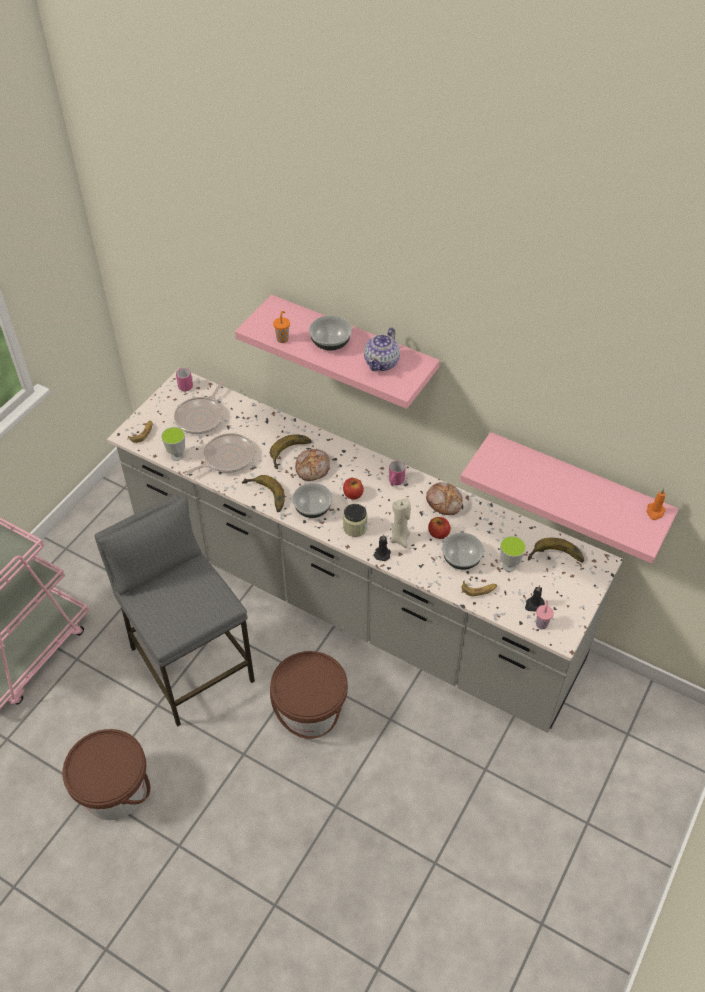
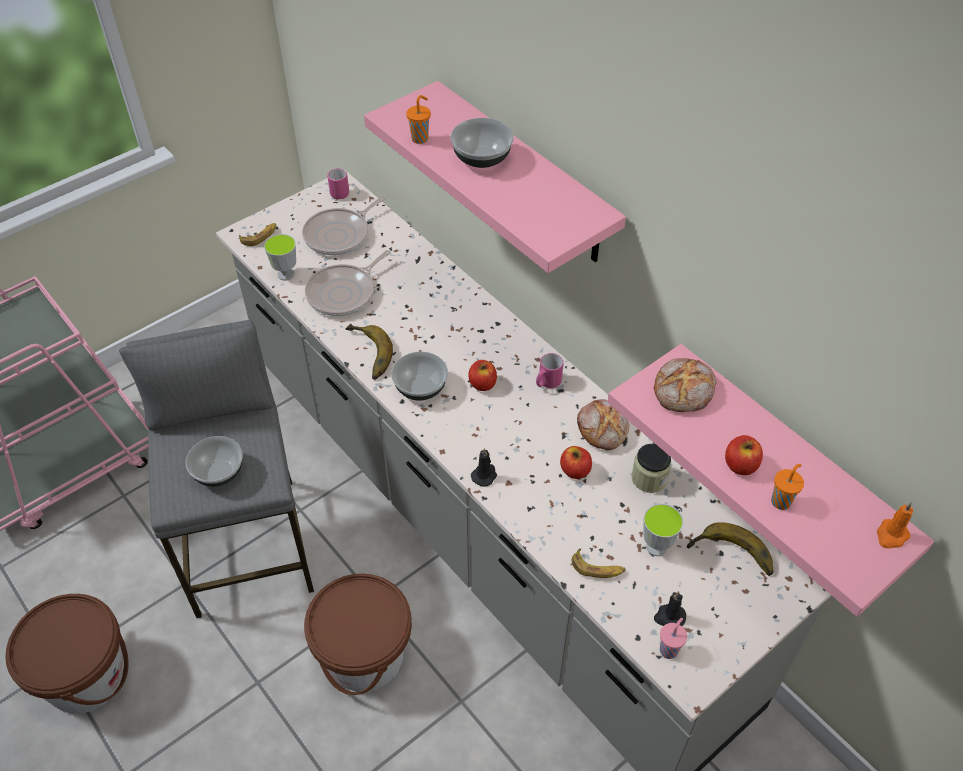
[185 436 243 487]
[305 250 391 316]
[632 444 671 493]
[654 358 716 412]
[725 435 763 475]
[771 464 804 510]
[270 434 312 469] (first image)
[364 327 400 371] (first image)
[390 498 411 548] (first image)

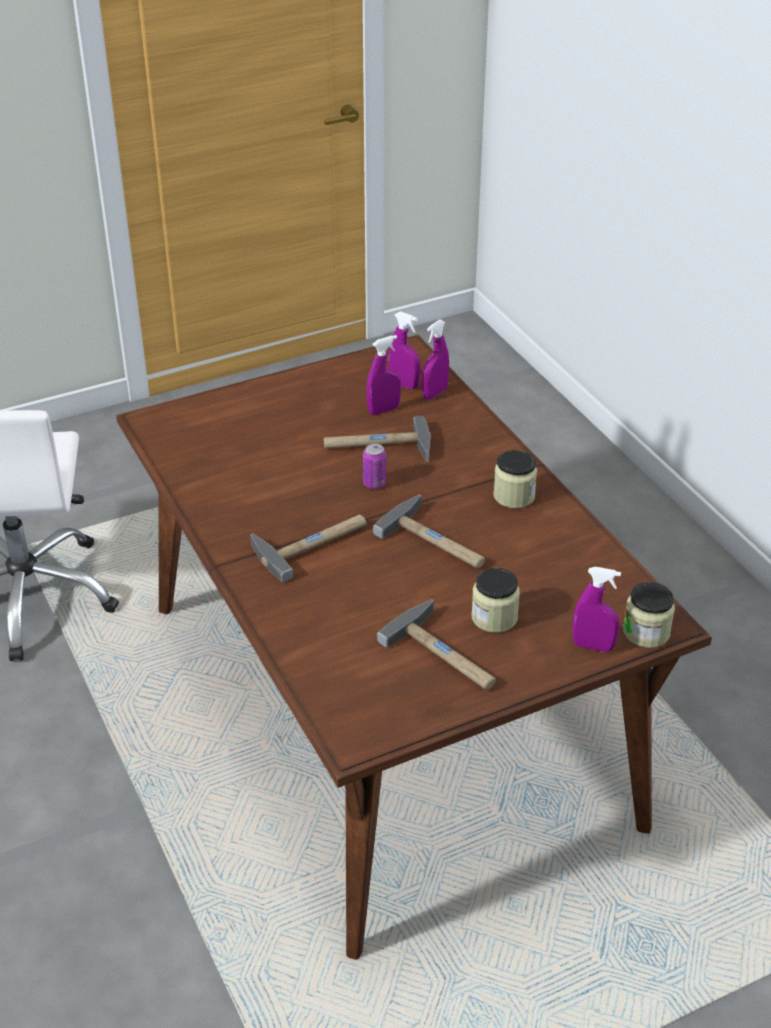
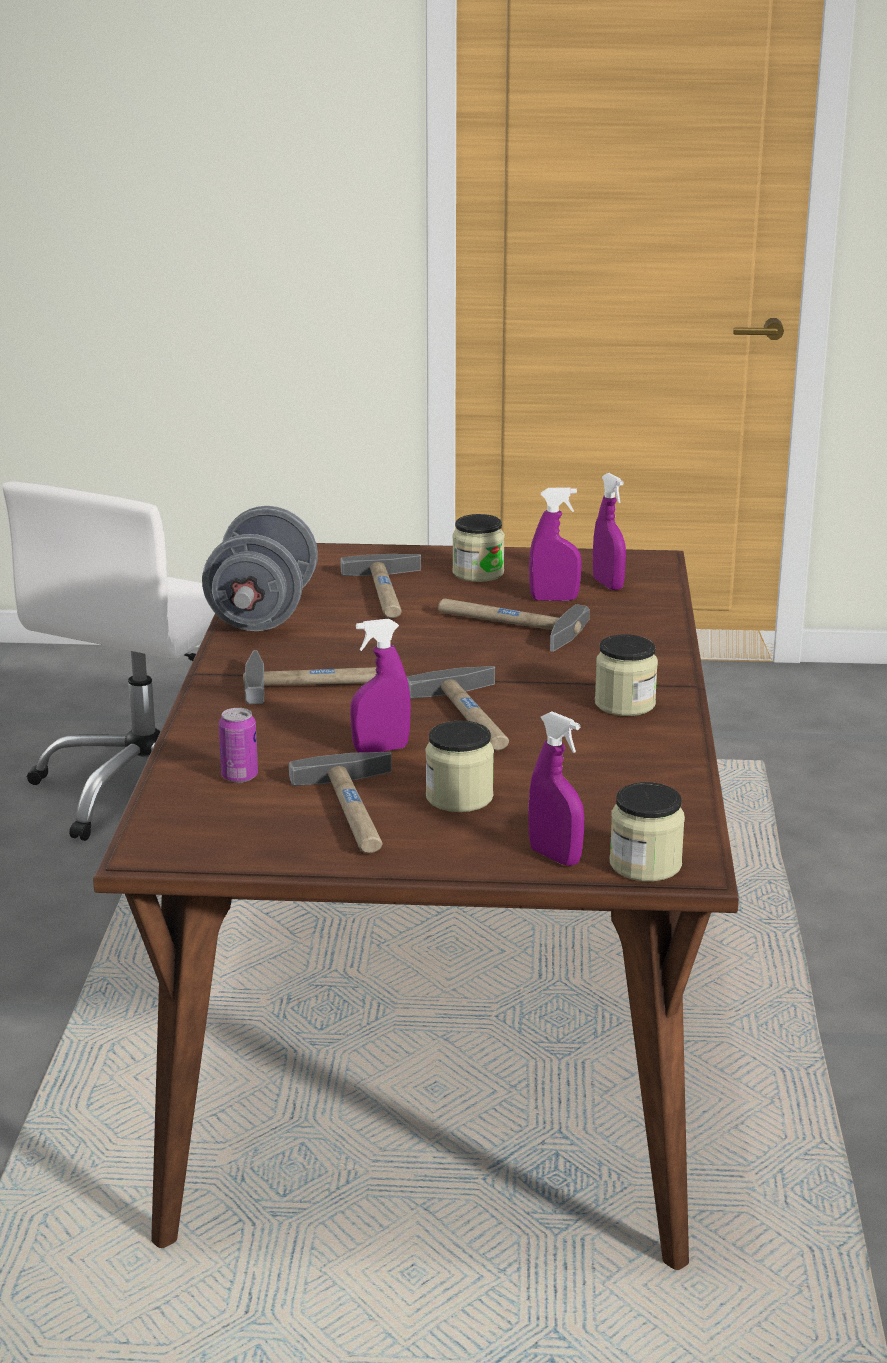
[202 506 318 631]
[219 708 258 783]
[340 554 421 618]
[350 619 411 753]
[452 514 505 582]

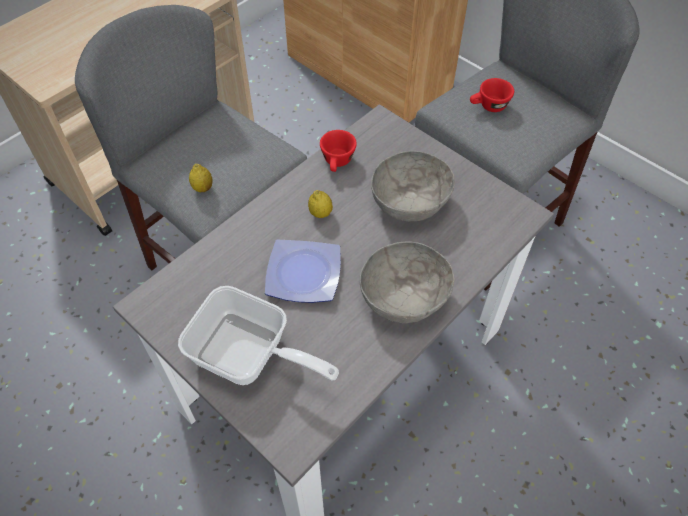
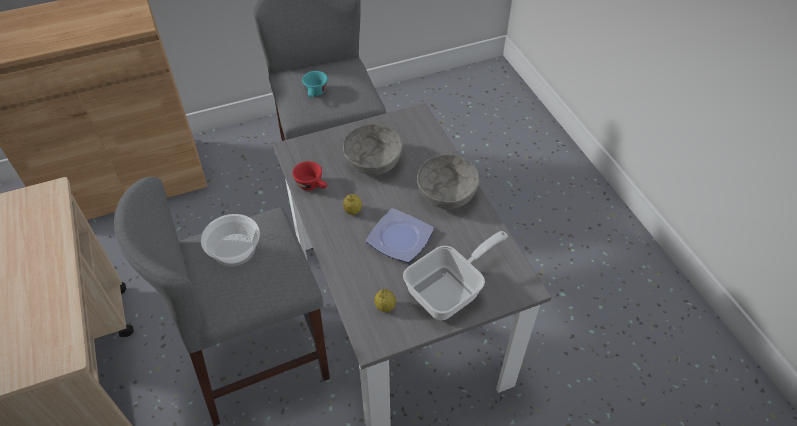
[201 214 260 266]
[302 71 328 98]
[374 289 396 312]

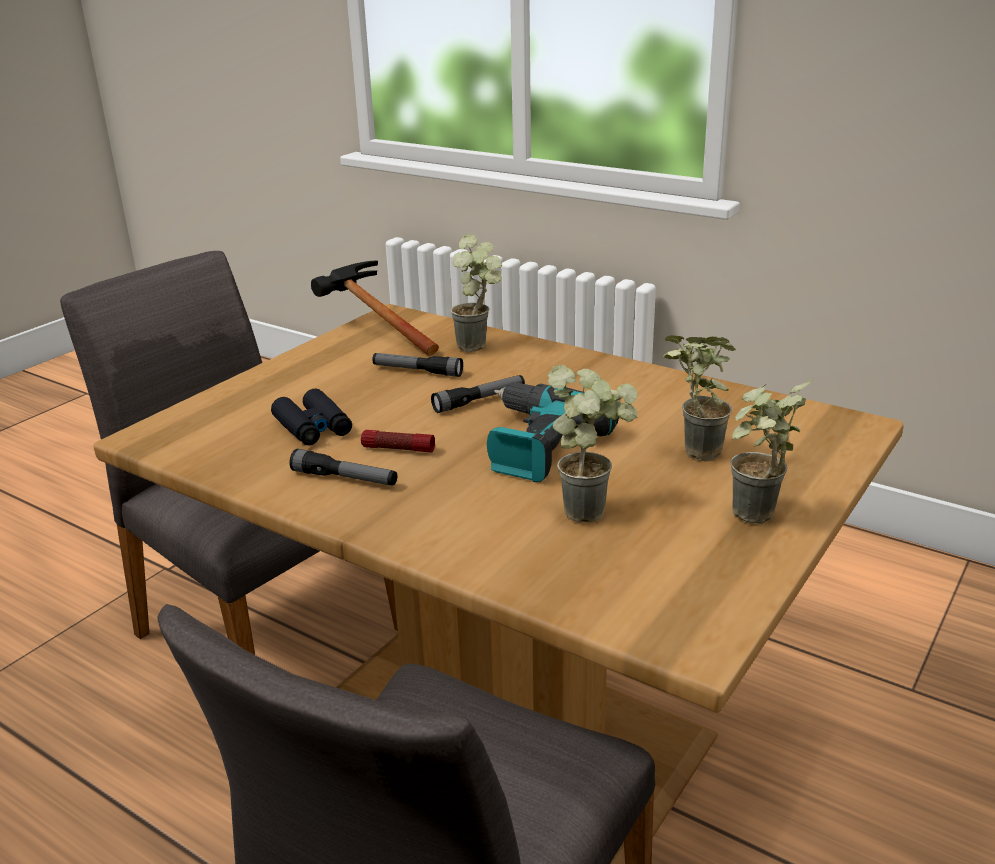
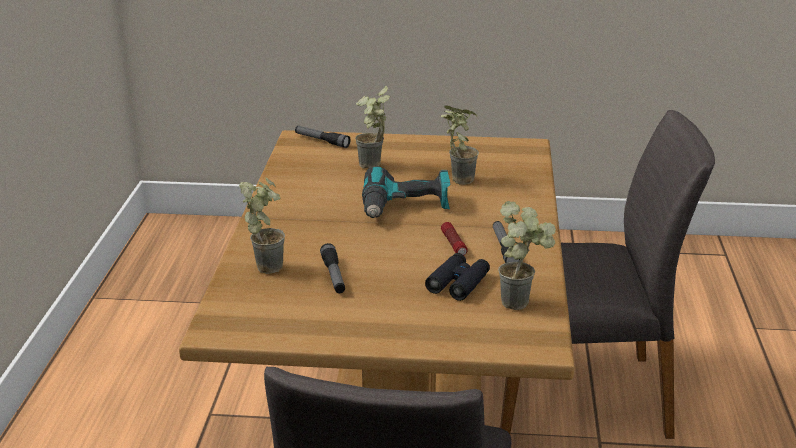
[295 126 351 148]
[498 201 556 310]
[311 261 439 356] (first image)

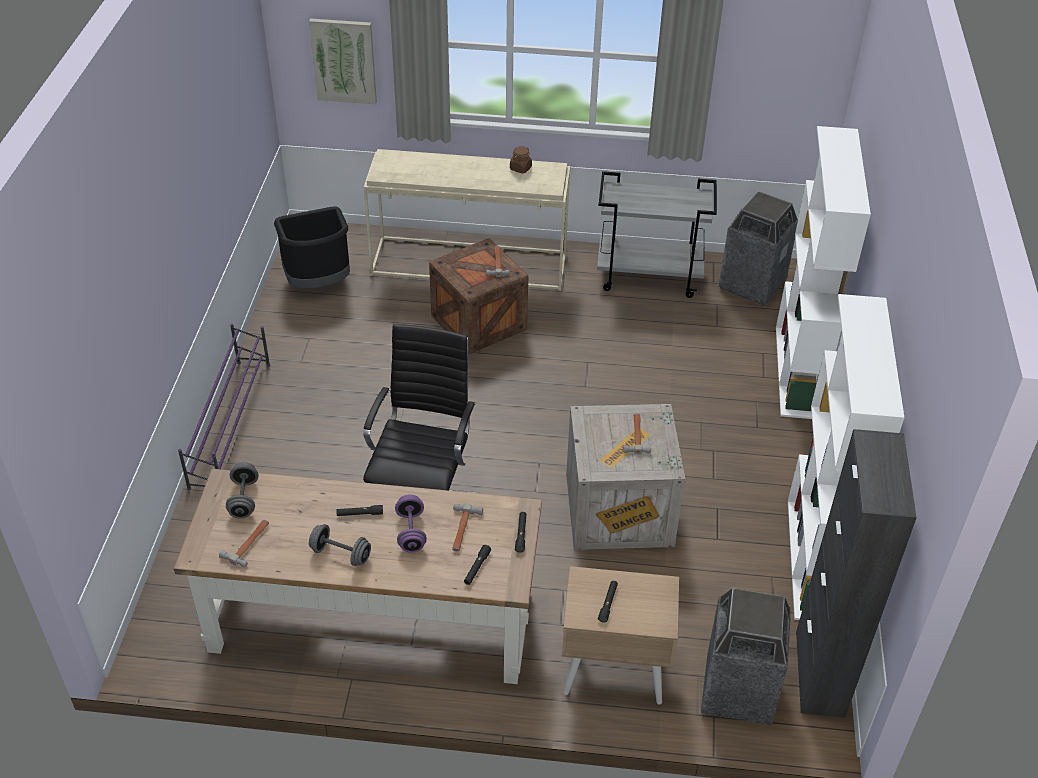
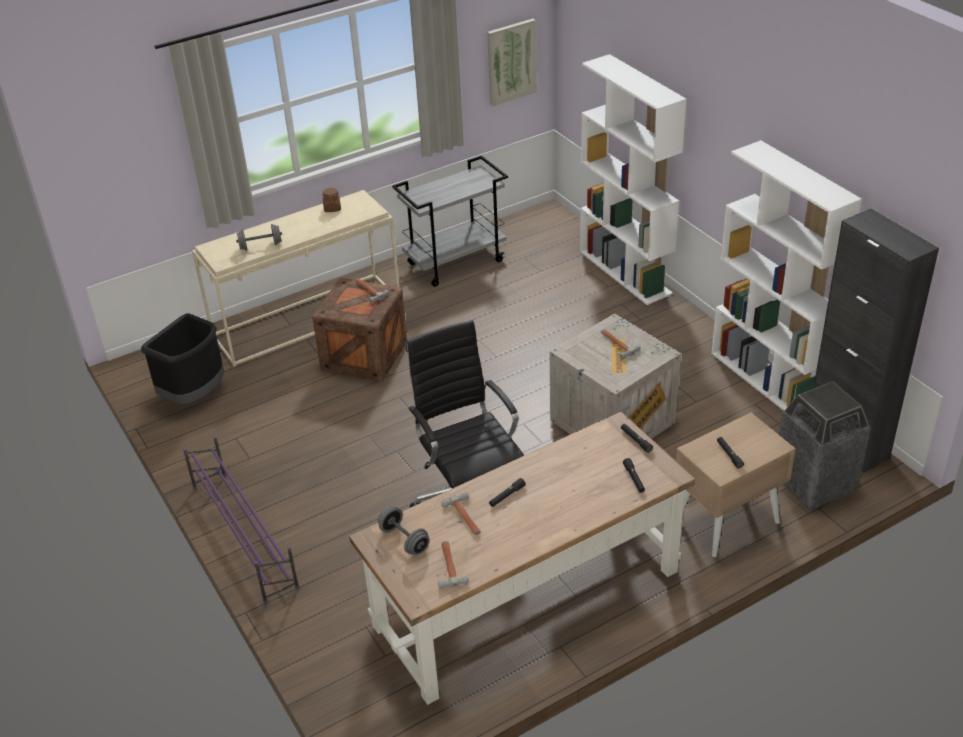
[236 224 282 251]
[441 492 481 535]
[487 19 537 106]
[395 495 427 553] (first image)
[719 191 798 306] (first image)

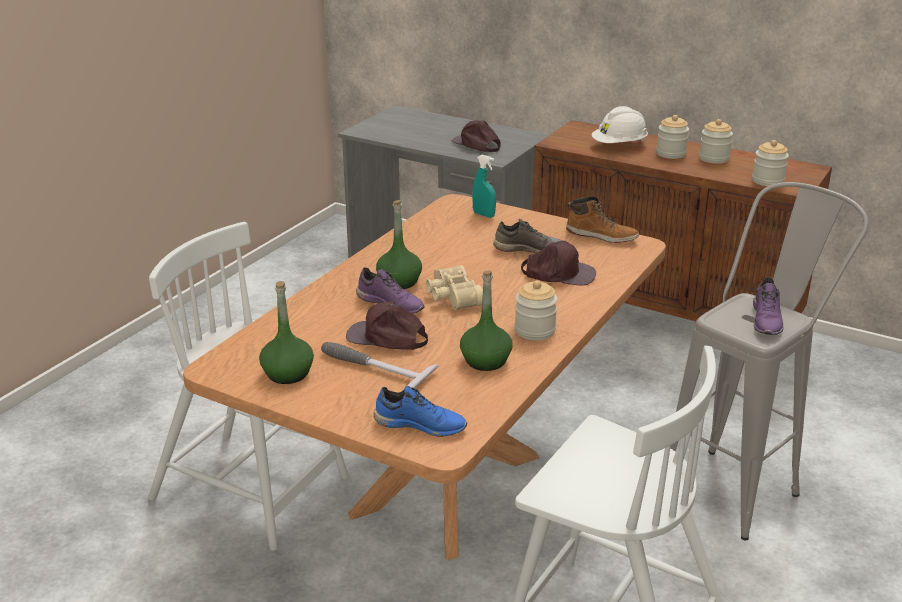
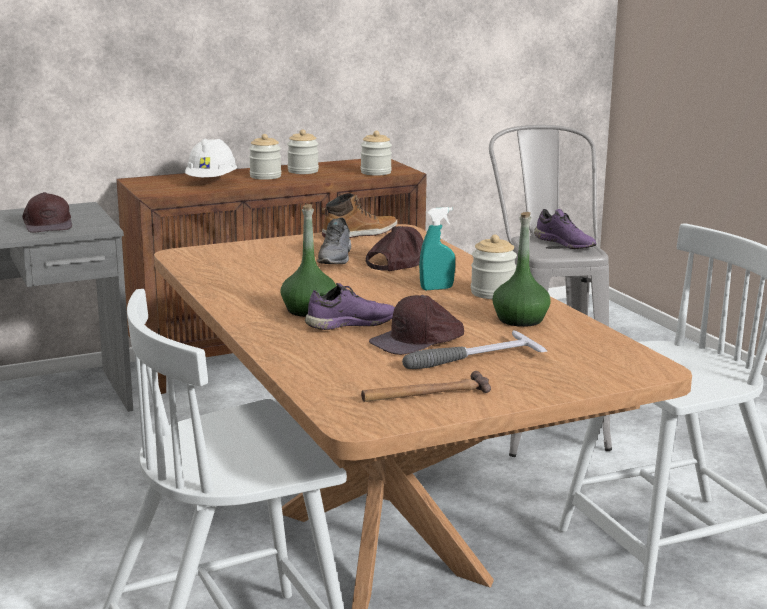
[22 192 72 233]
[317 218 351 264]
[361 371 491 402]
[419 207 455 290]
[373 386 467 437] (first image)
[426 265 483 310] (first image)

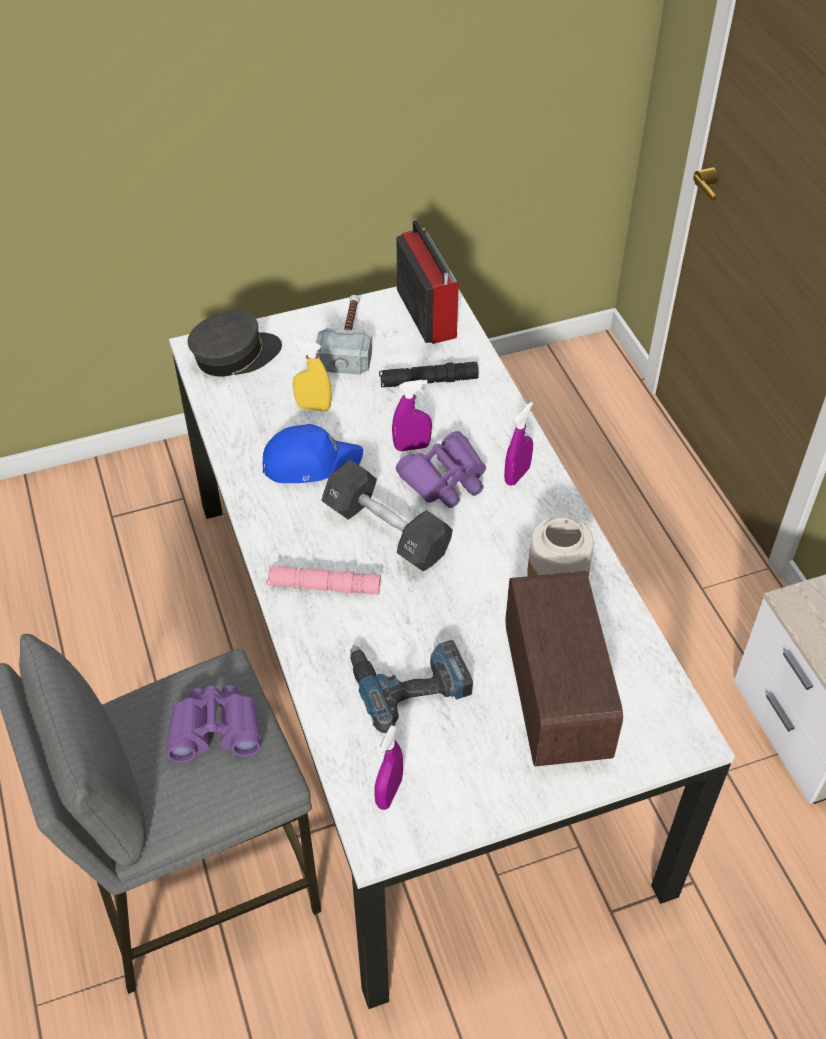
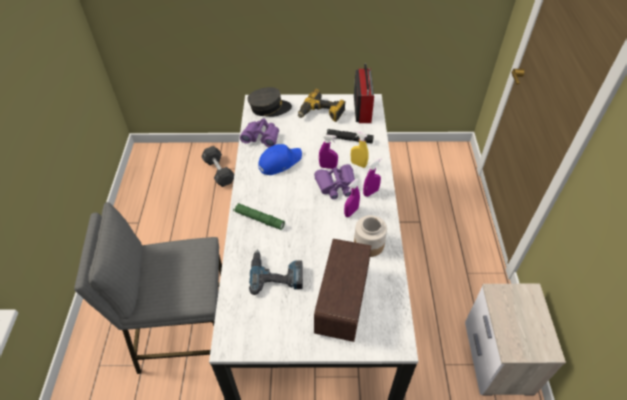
[201 146 234 187]
[233 203 285 230]
[240 118 279 147]
[258 144 302 175]
[298 89 346 122]
[344 179 360 217]
[351 130 368 168]

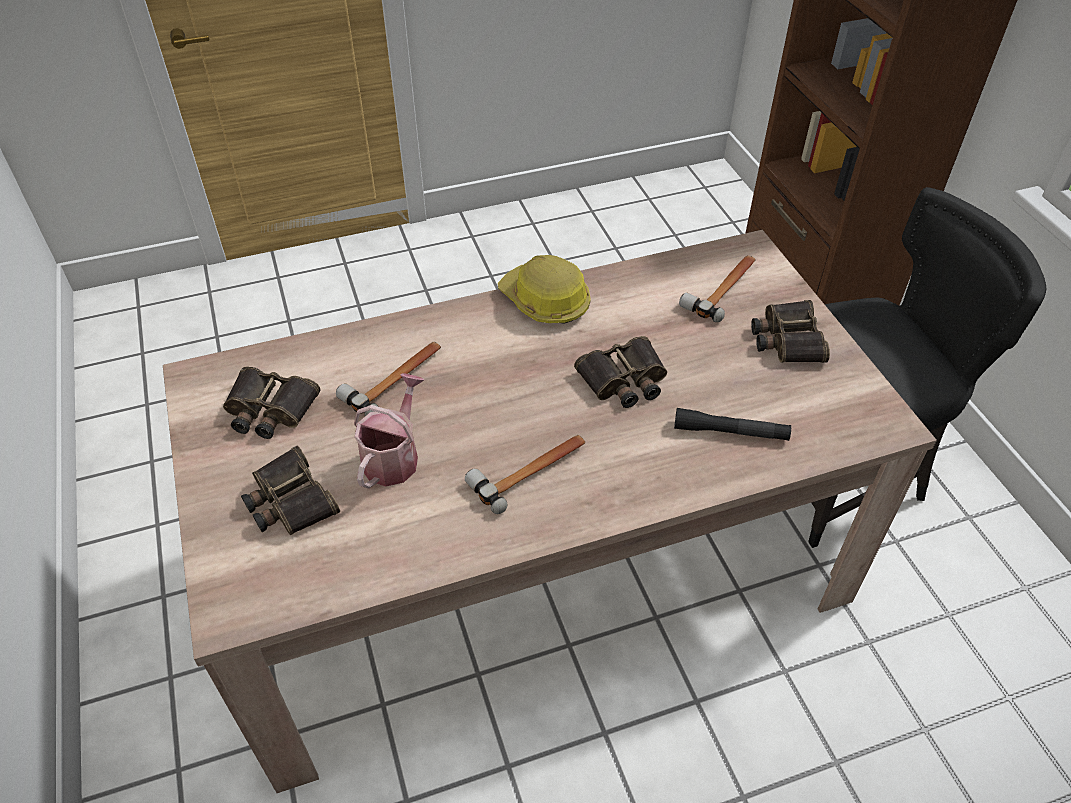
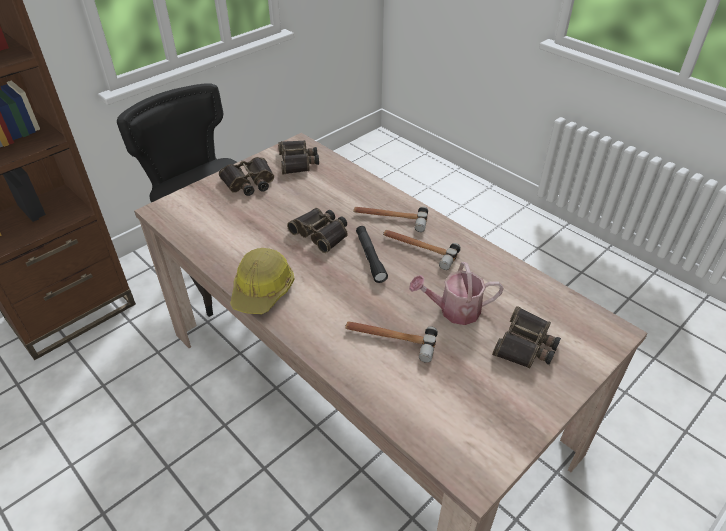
[278 140 319 174]
[353 206 428 232]
[356 226 388 283]

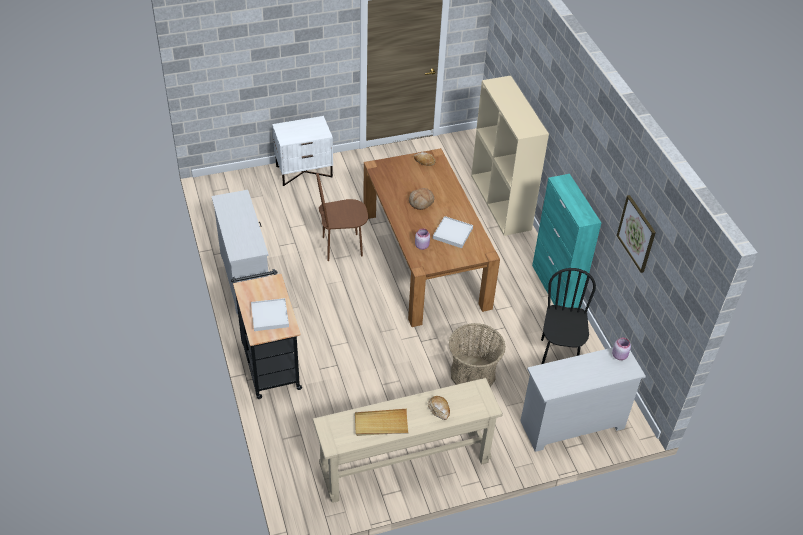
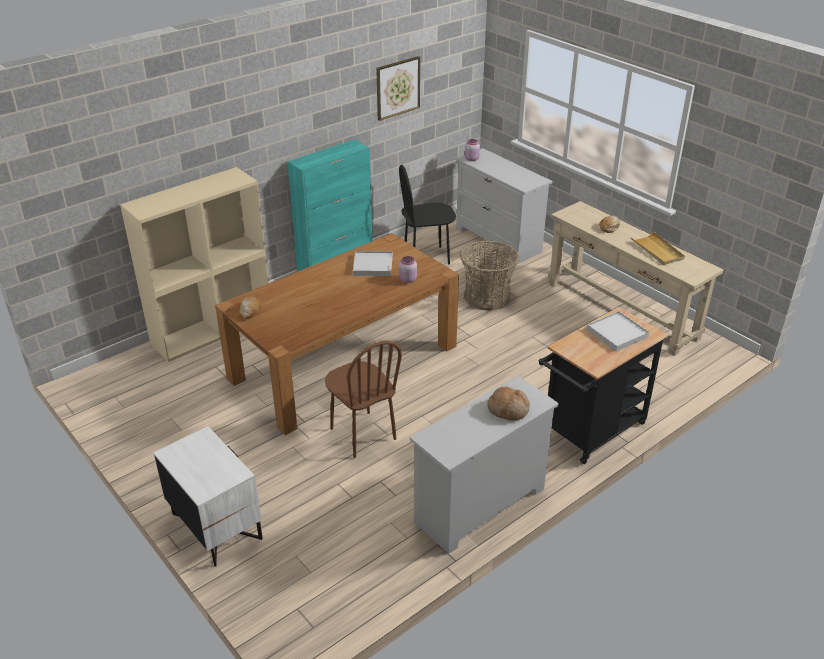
[487 386 530 421]

